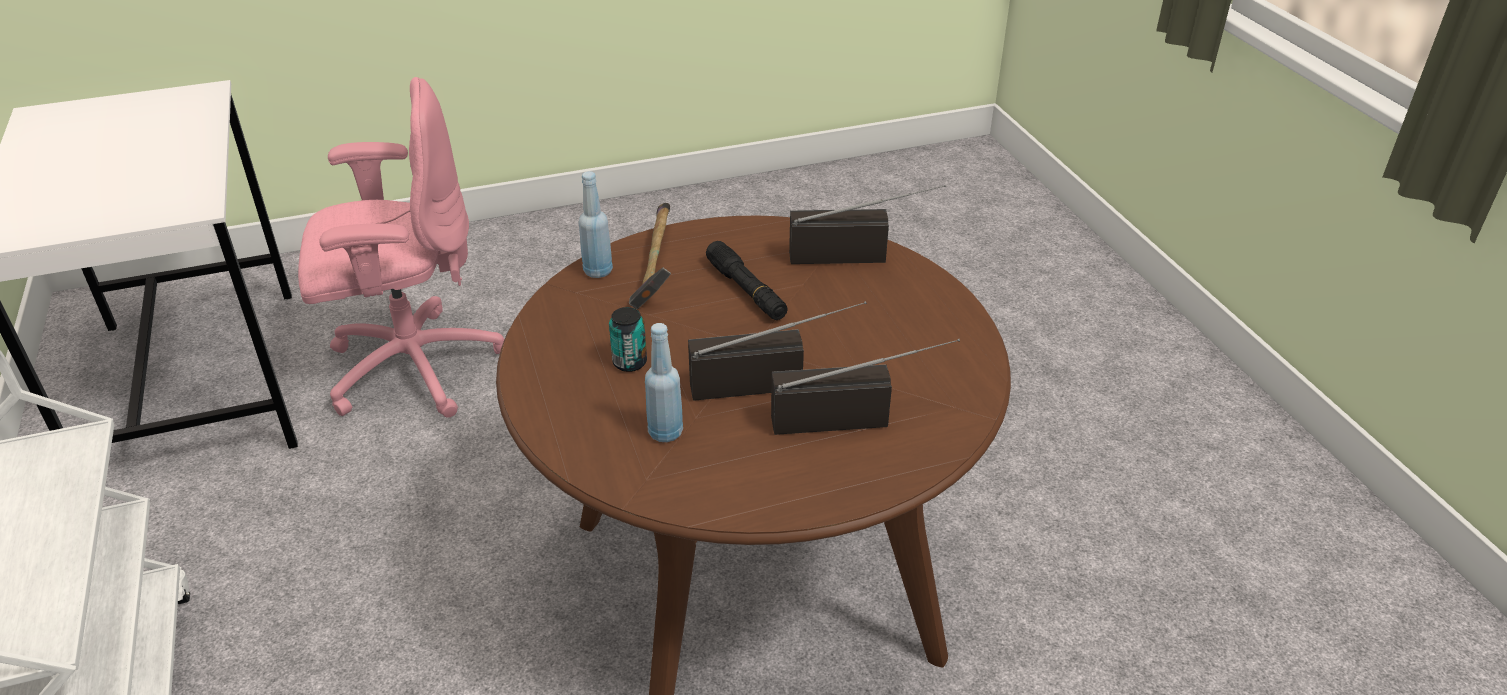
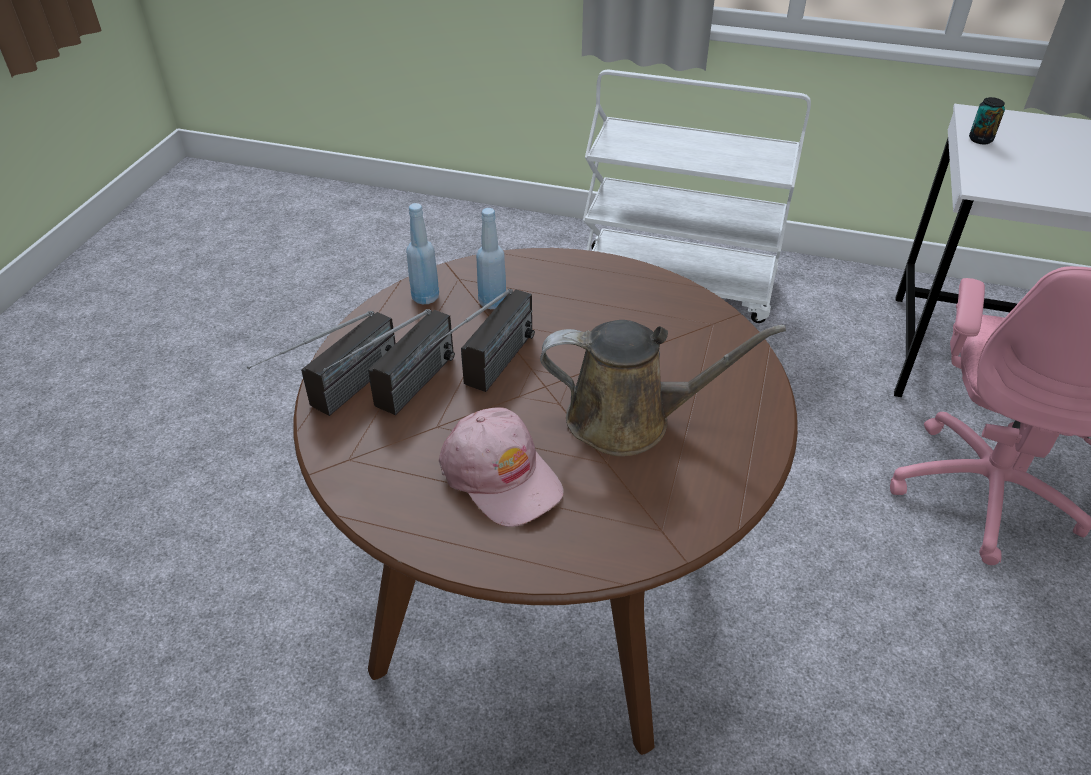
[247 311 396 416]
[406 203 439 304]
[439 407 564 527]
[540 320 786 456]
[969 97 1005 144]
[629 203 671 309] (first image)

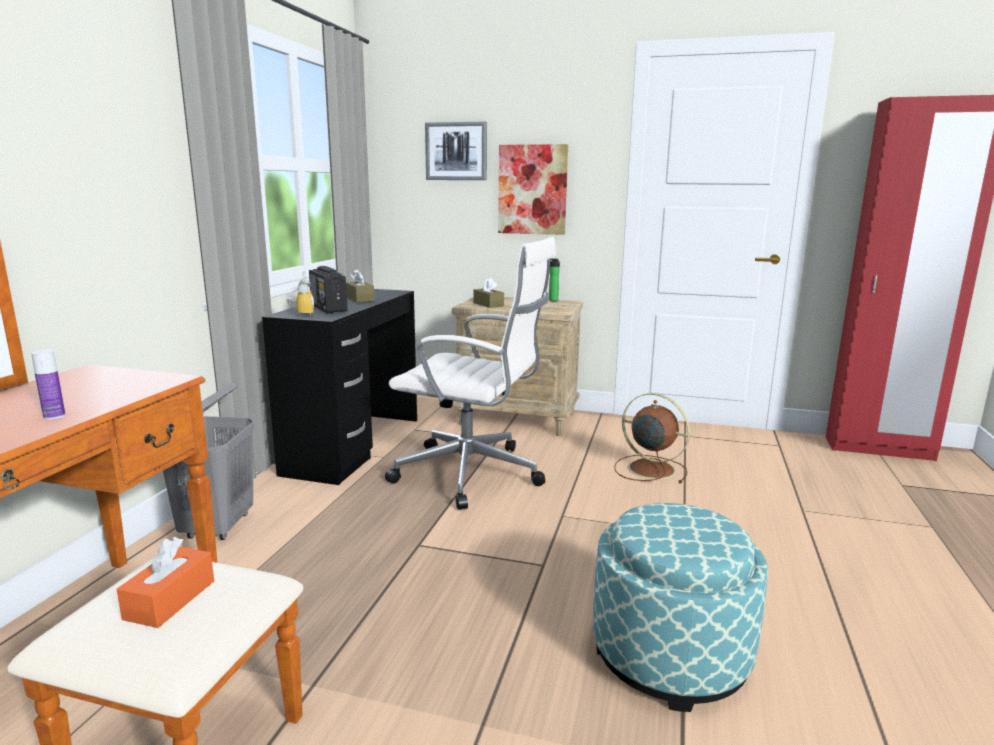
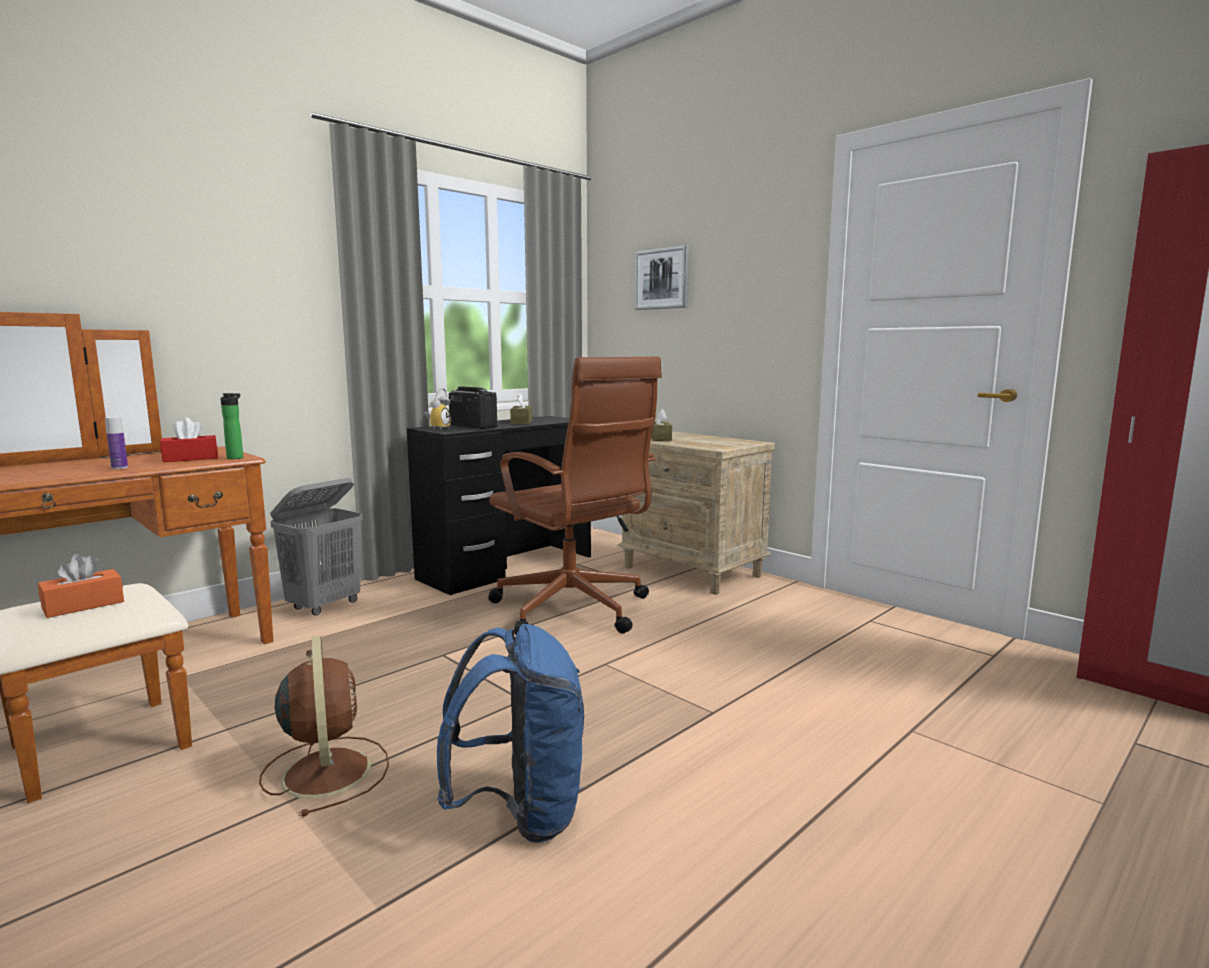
[160 418 218 462]
[220 393 243 459]
[259 636 389 817]
[437 624 584 843]
[449 386 497 429]
[488 357 662 635]
[498 144 568 235] (first image)

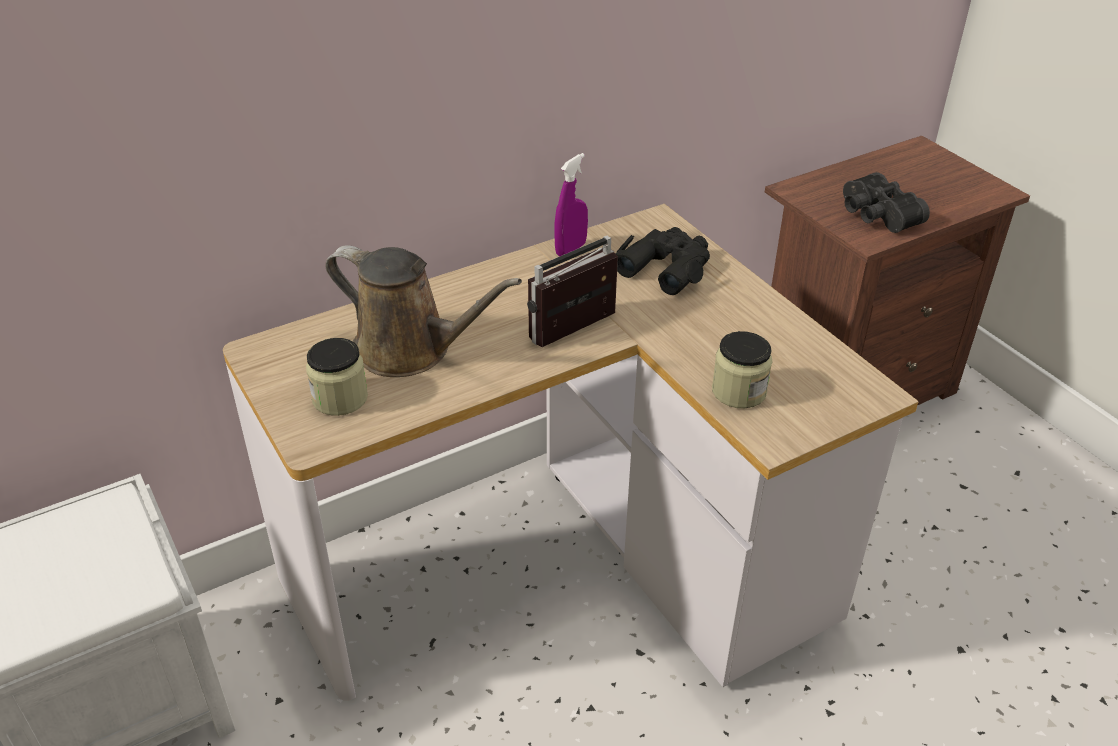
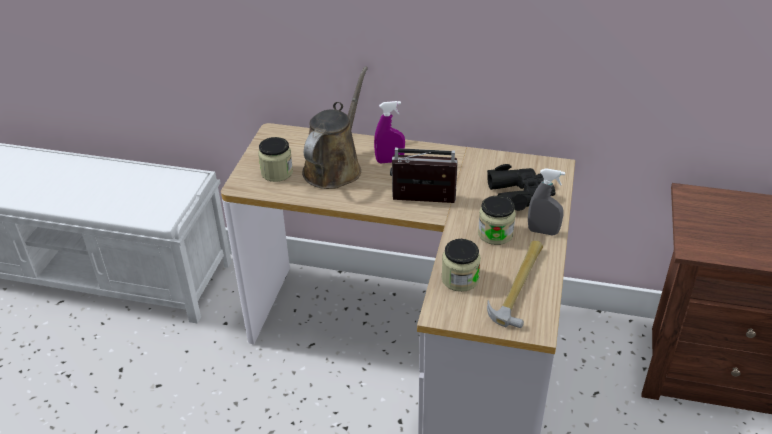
[302 67 368 189]
[374 101 405 163]
[478 196 516 245]
[487 240 543 328]
[528 168 565 235]
[843 172 930 233] (first image)

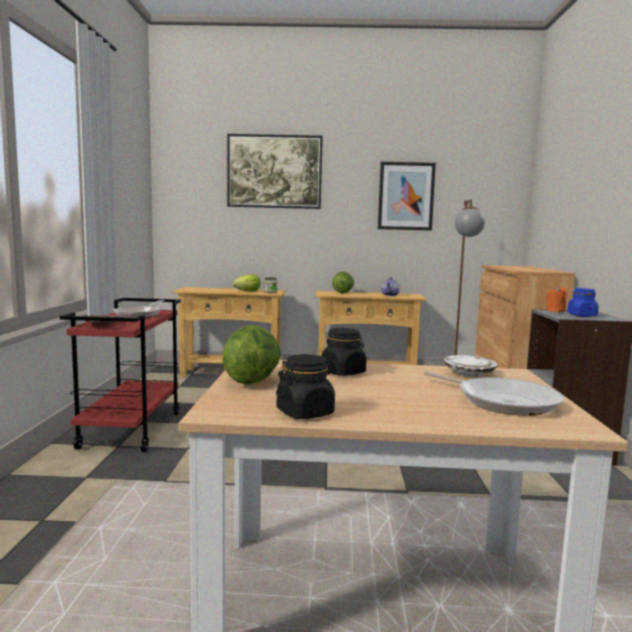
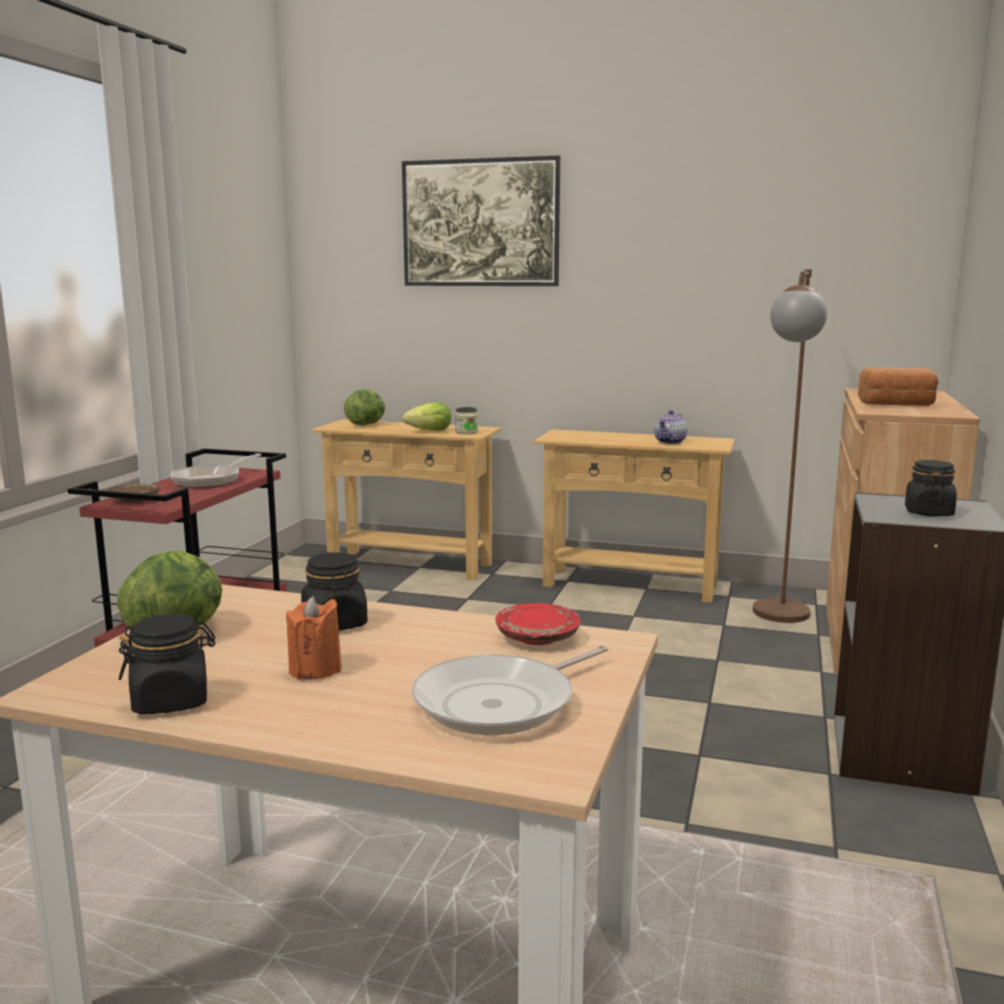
[286 596 342 680]
[344 389 385 426]
[412 645 608 735]
[495 603 581 645]
[858 368 939 406]
[905 460 957 516]
[378 162 436 231] (first image)

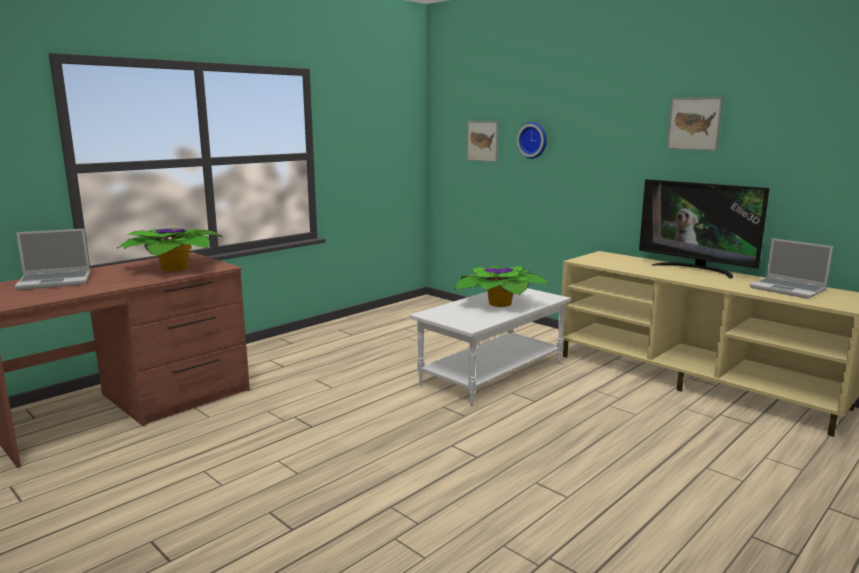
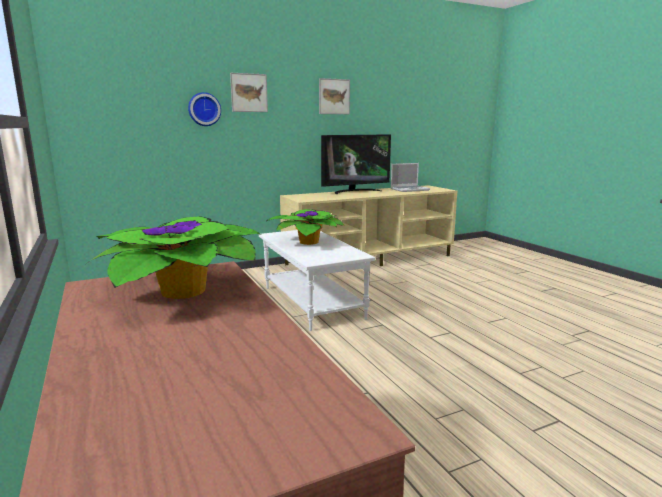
[230 73 268 112]
[14 229 90 290] (first image)

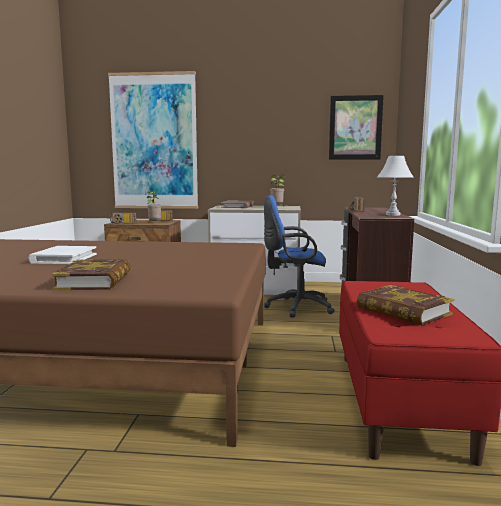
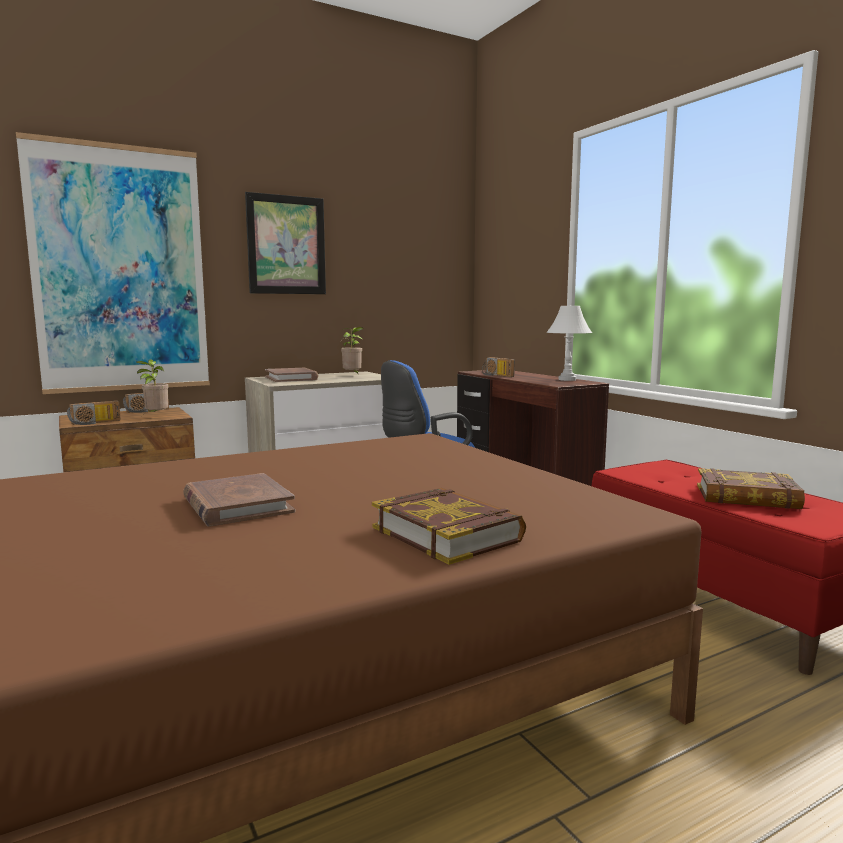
[183 473 295 527]
[245 192 326 294]

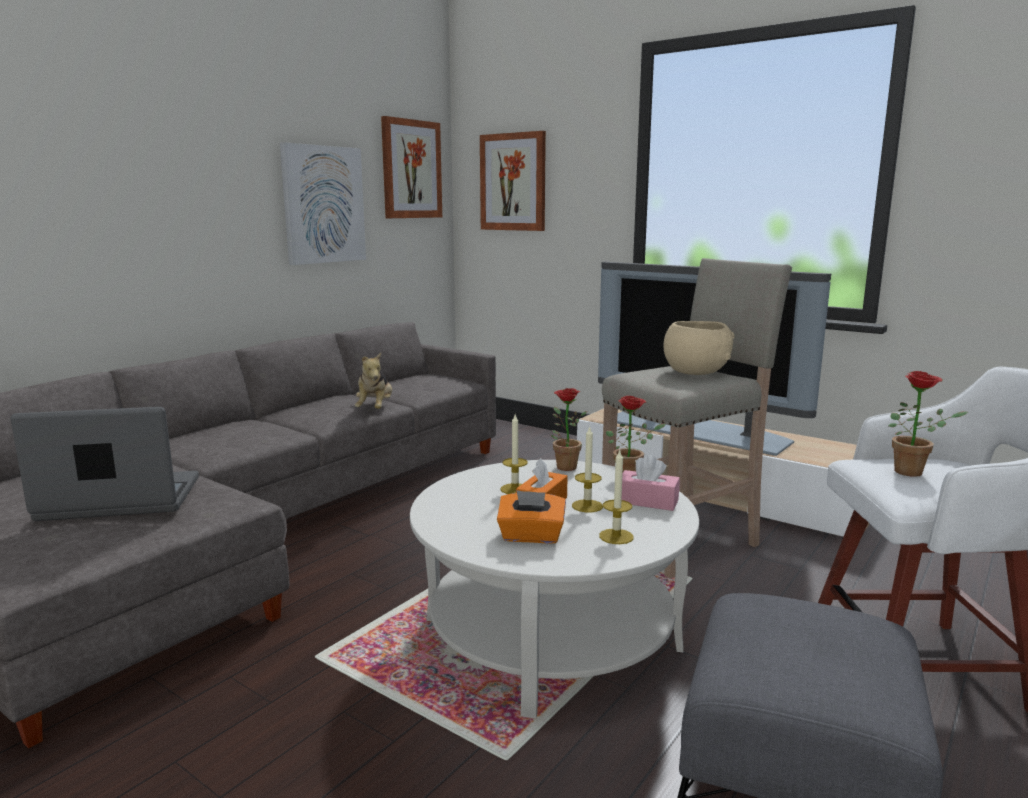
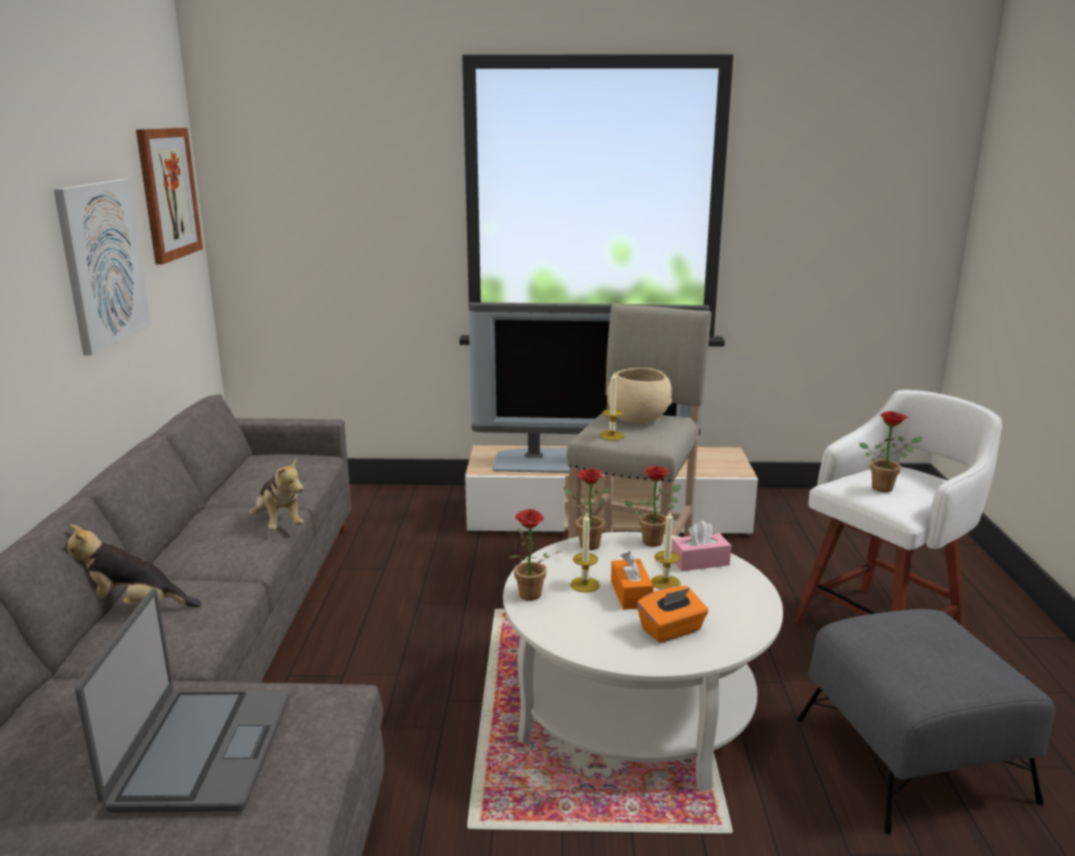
[67 524 202 607]
[75 588 290 813]
[508 509 561 601]
[600 373 625 440]
[480 131 546 231] (first image)

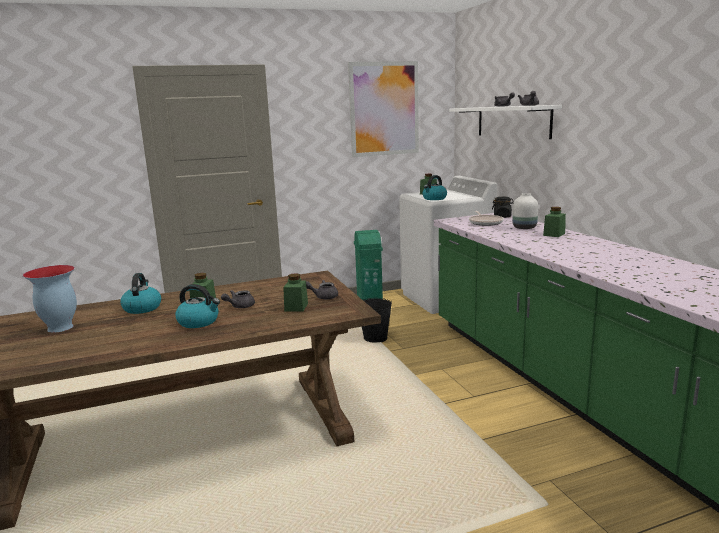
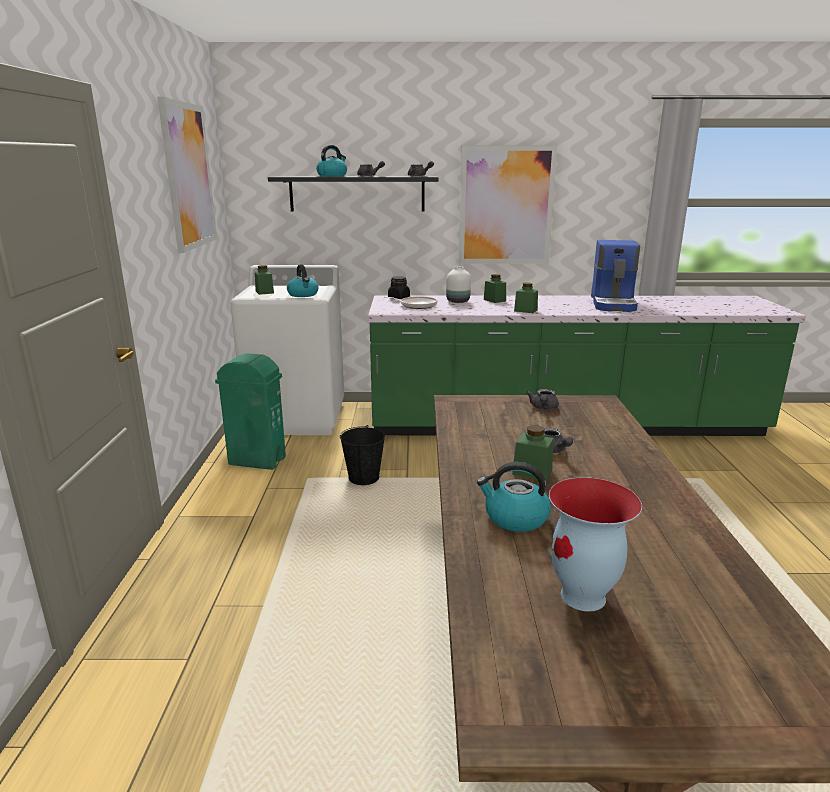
[268 176 438 212]
[316 145 347 177]
[459 145 558 264]
[514 282 538 313]
[591 240 640 312]

